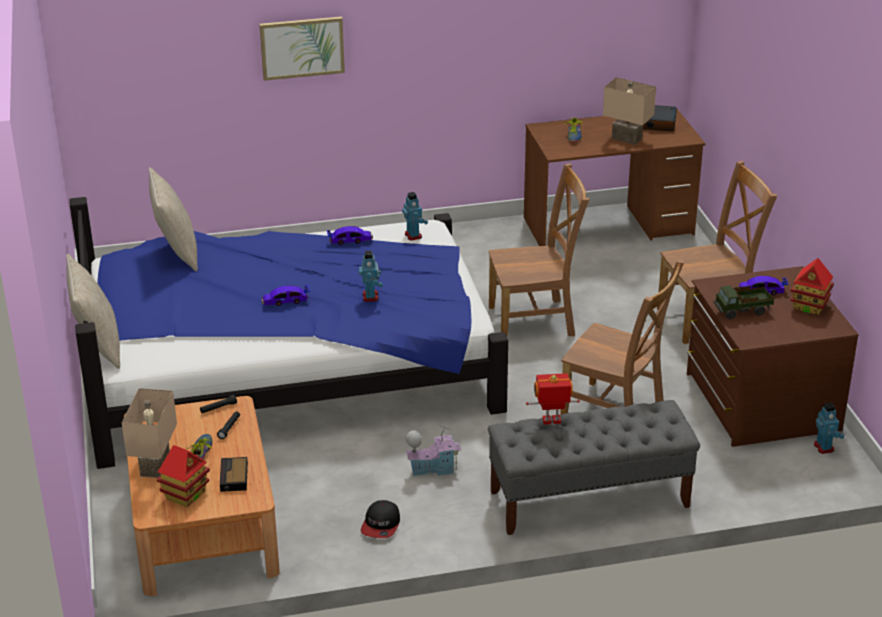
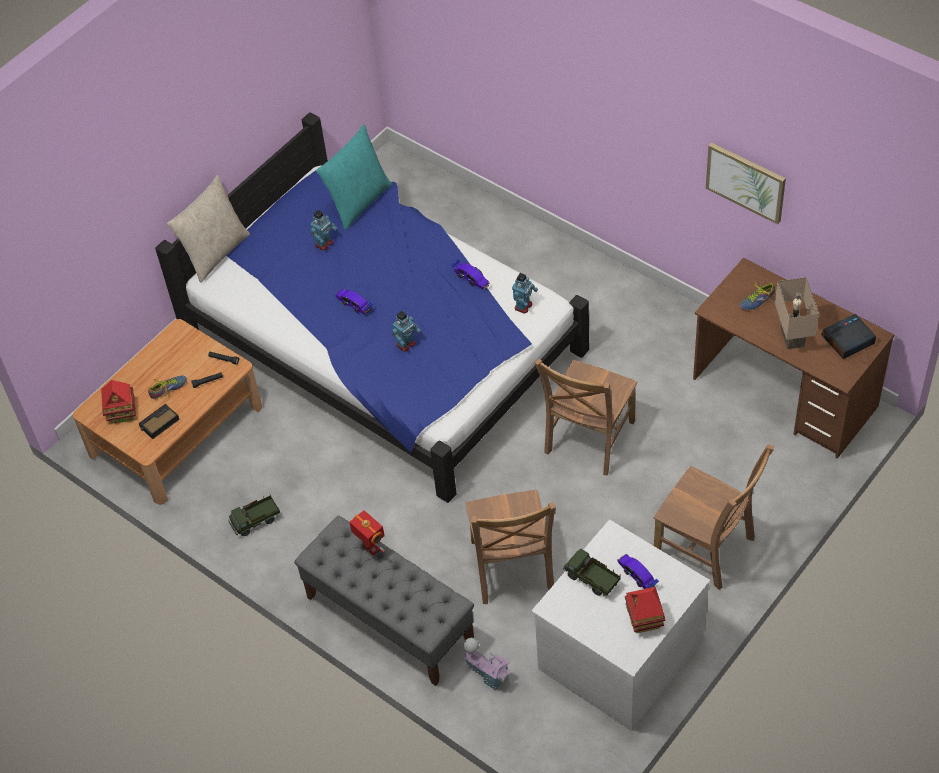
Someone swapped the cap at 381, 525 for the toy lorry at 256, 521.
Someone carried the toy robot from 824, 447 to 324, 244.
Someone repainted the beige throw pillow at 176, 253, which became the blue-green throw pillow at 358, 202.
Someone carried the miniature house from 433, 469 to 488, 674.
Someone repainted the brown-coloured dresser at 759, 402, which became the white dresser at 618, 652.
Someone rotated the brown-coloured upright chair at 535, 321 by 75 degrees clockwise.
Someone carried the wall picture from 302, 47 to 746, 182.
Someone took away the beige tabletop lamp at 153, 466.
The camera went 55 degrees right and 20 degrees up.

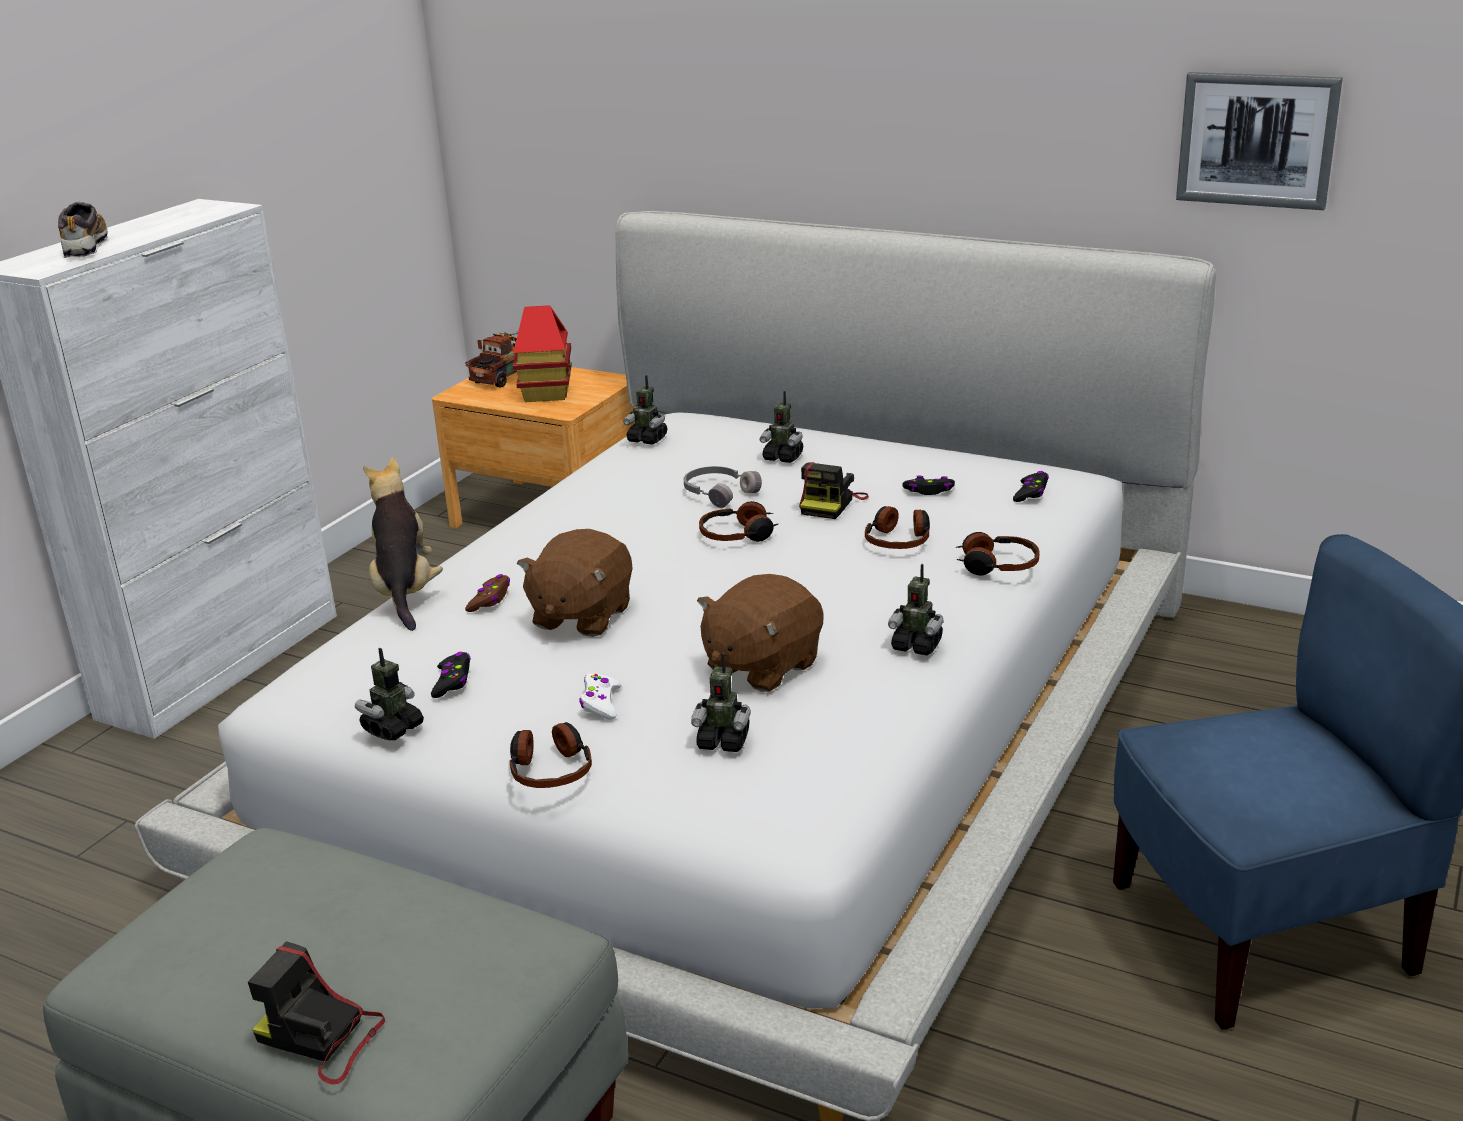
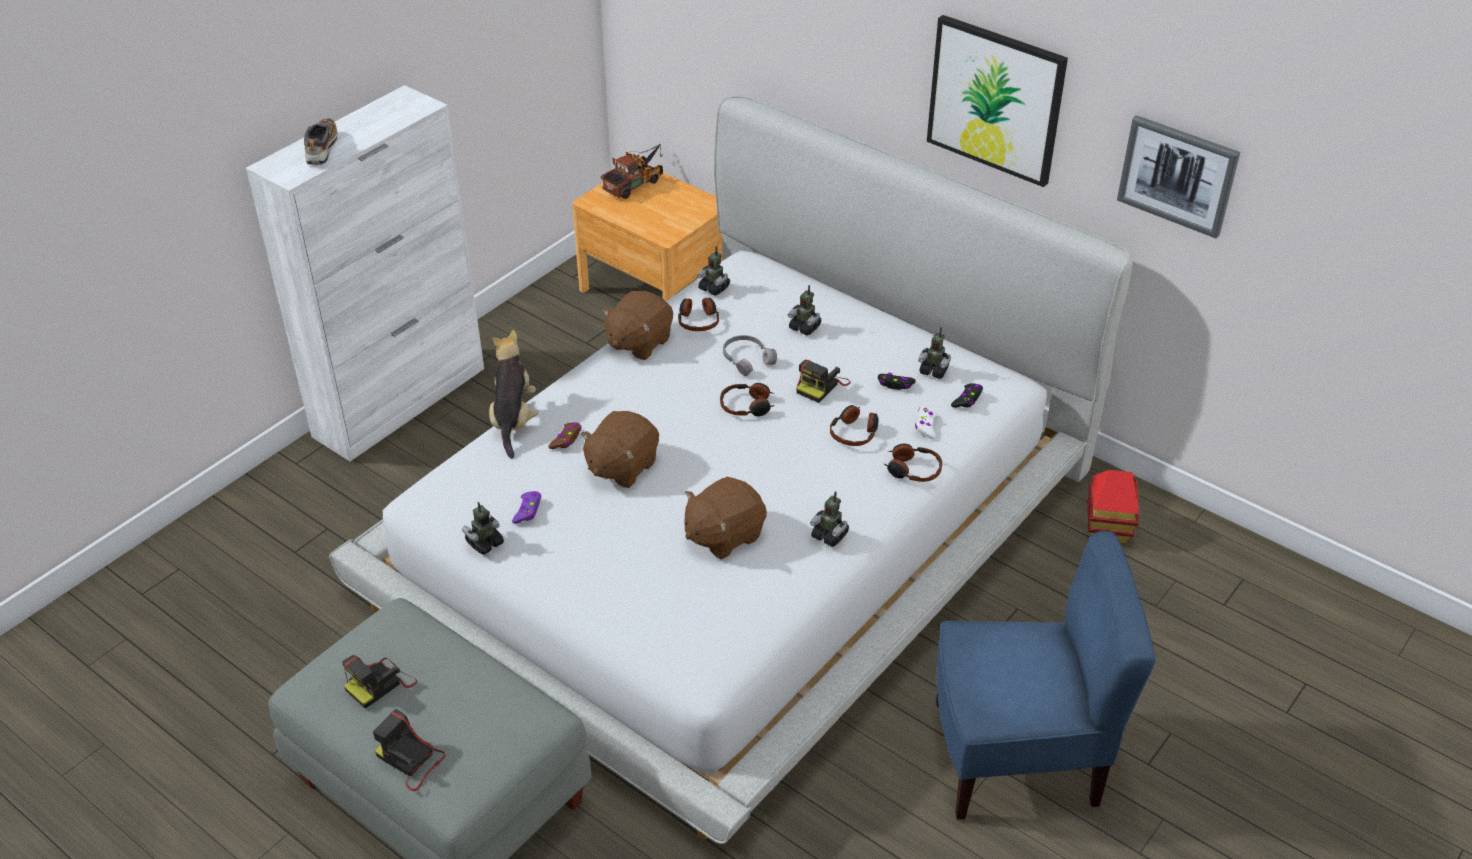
Someone put down the photo camera at 381, 684.
Someone repainted the black-coloured game controller at 452, 681, which became the purple-coloured game controller at 527, 510.
Someone put down the brown-coloured cuddly toy at 638, 342.
Someone carried the headset from 550, 769 to 698, 320.
Someone carried the white game controller from 601, 703 to 926, 426.
Someone carried the toy robot from 723, 741 to 934, 370.
Someone put up the wall picture at 996, 99.
Someone carried the miniature house from 546, 393 to 1107, 528.
The camera went 10 degrees right and 15 degrees up.

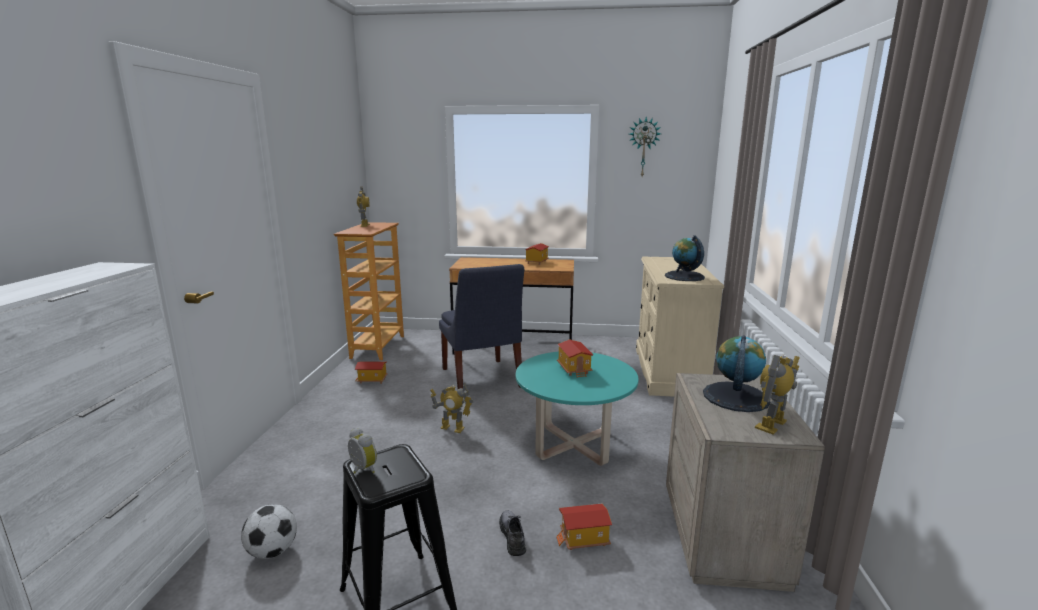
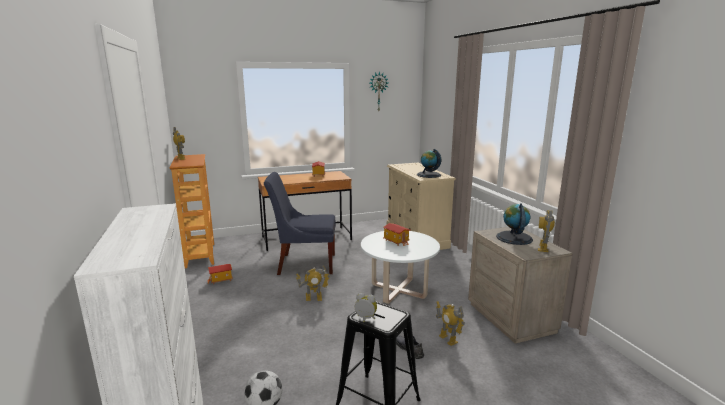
Someone rotated the blue upright chair at 481, 379 by 135 degrees clockwise.
Someone repainted the blue-green coffee table at 573, 444, which became the white coffee table at 398, 290.
Someone swapped the miniature house at 584, 540 for the toy robot at 448, 339.
The camera went 25 degrees left and 0 degrees up.

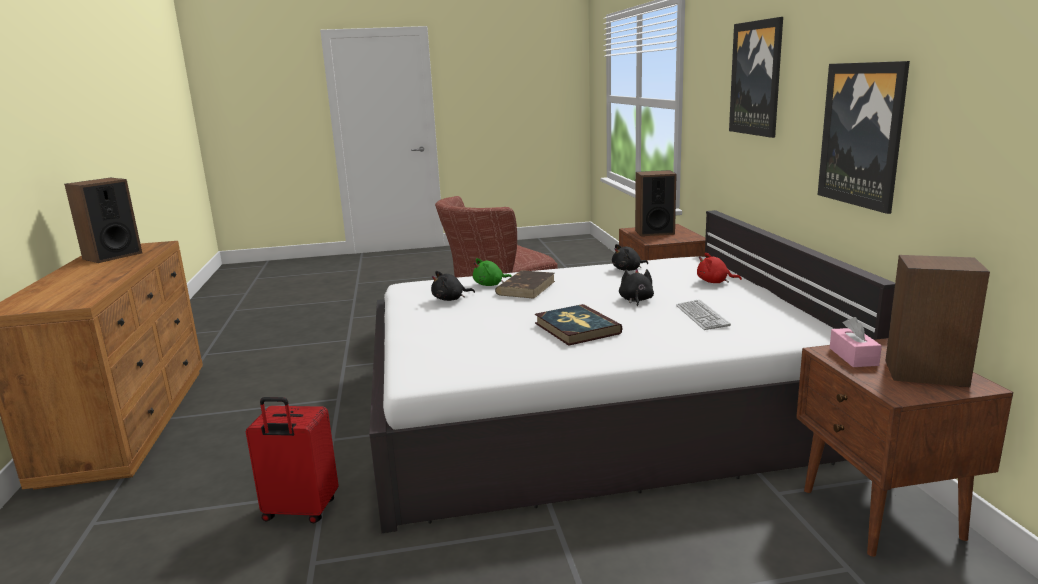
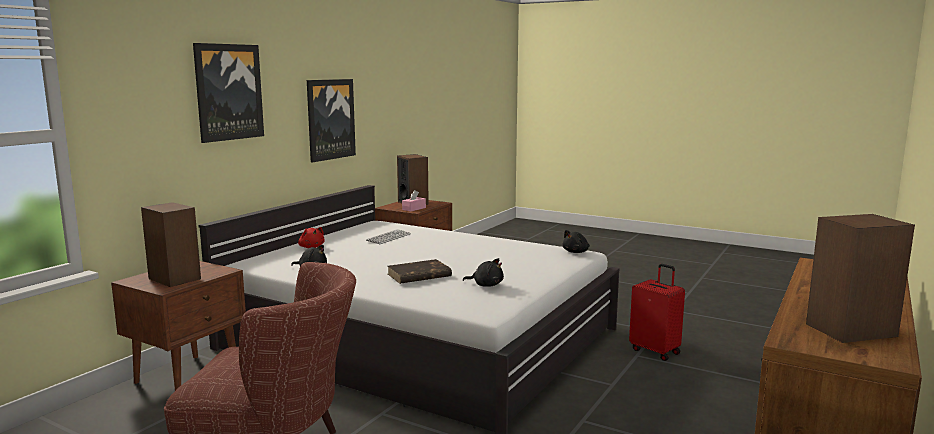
Someone carried the black-coloured cuddly toy from 636, 300 to 576, 252.
Someone took away the greenish cuddly toy at 490, 285.
Someone took away the volume at 576, 328.
The camera went 140 degrees left and 5 degrees down.

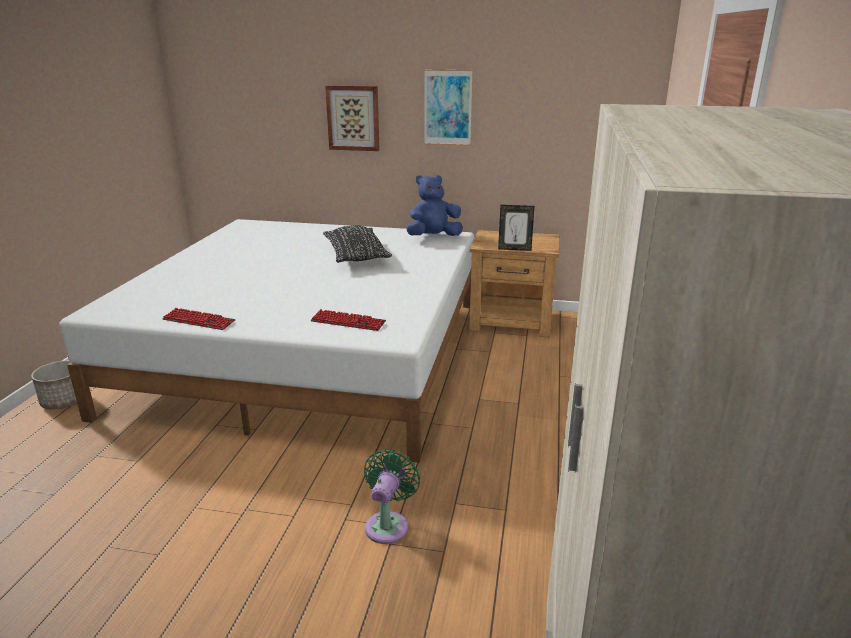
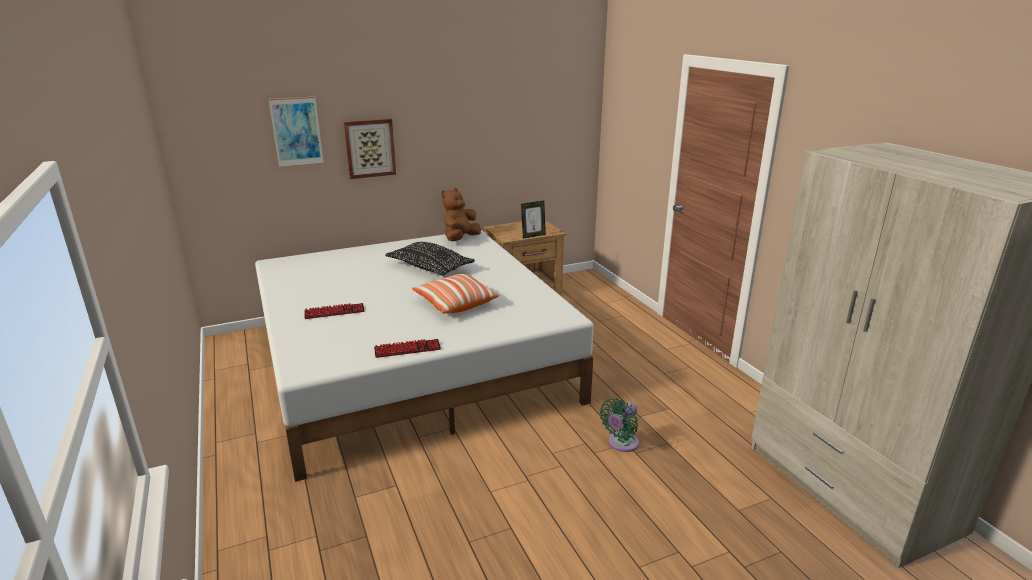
Someone carried the wall picture from 447, 108 to 296, 132.
Someone carried the PC keyboard from 348, 322 to 334, 312.
Someone put down the throw pillow at 455, 304.
Someone repainted the blue cuddly toy at 433, 237, which became the brown-coloured cuddly toy at 460, 239.
Someone rotated the greenish fan at 388, 524 by 120 degrees counterclockwise.
Someone took away the plant pot at 65, 401.
The camera went 35 degrees left and 0 degrees up.

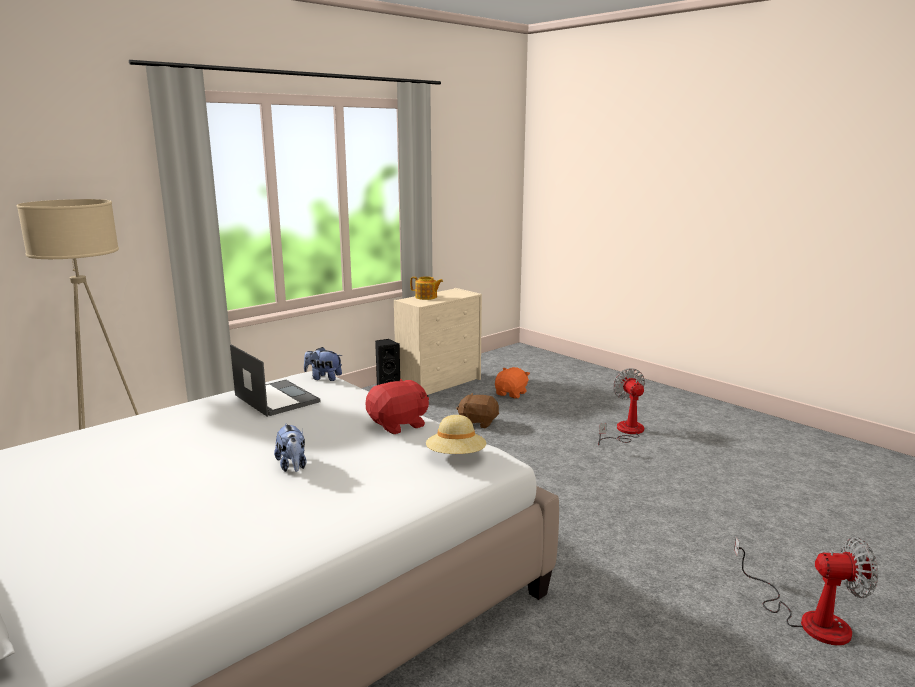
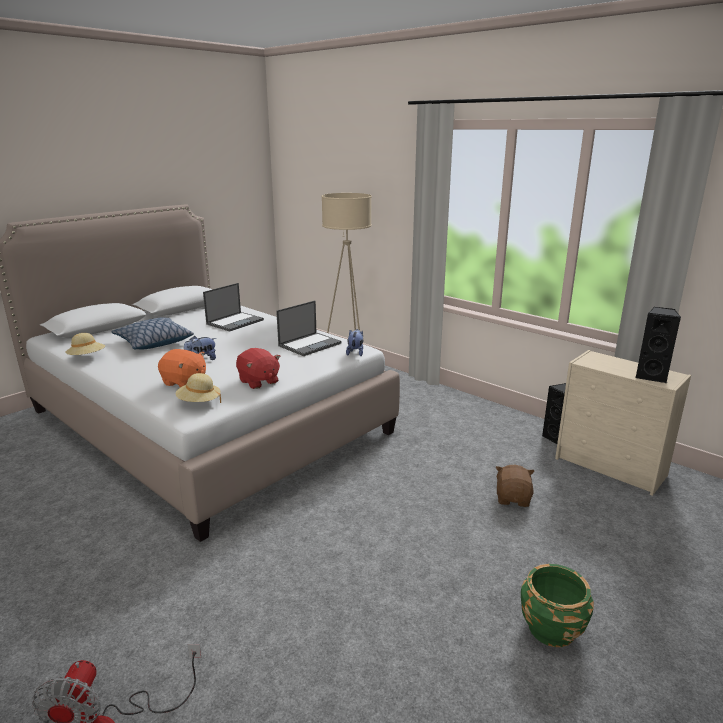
Someone put down the beige hat at 87, 357.
Someone put down the throw pillow at 153, 342.
Someone carried the orange-coloured cuddly toy from 511, 394 to 184, 382.
Someone put down the portable computer at 235, 322.
Someone swapped the fan at 625, 432 for the greenish plant pot at 551, 628.
Someone put down the black-coloured speaker at 651, 376.
Someone took away the teapot at 426, 297.
The camera went 85 degrees right and 5 degrees up.

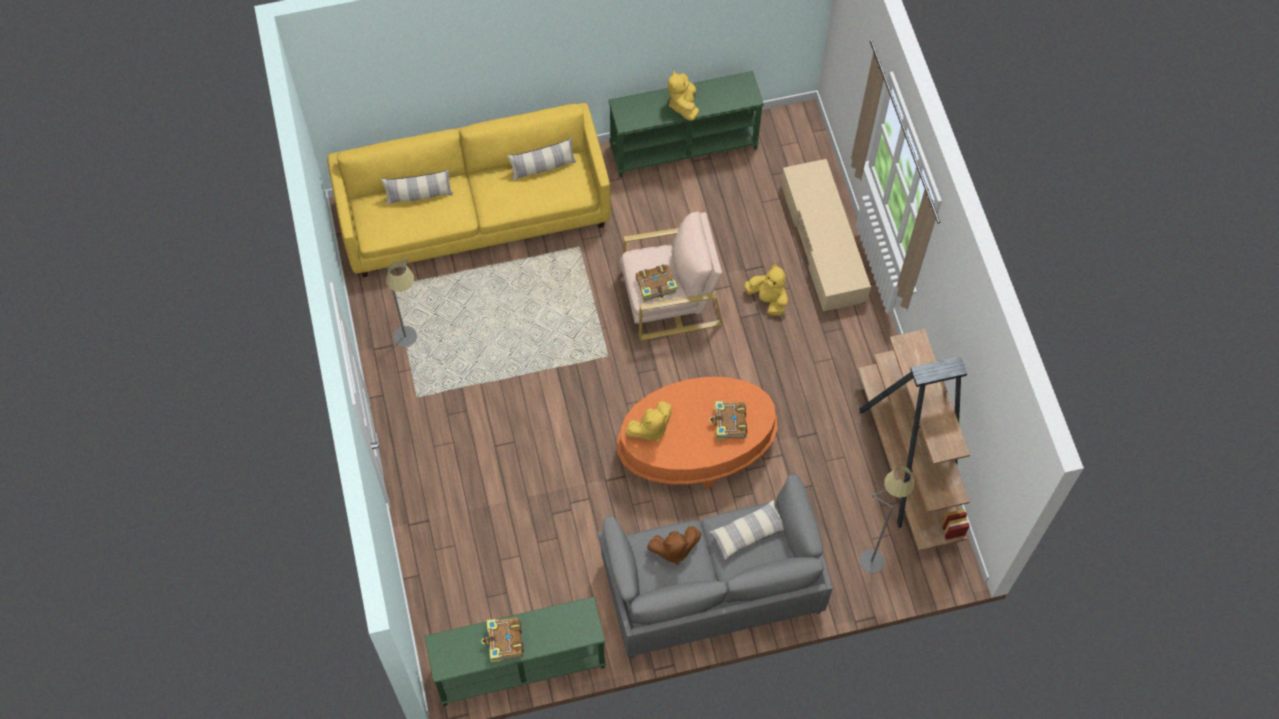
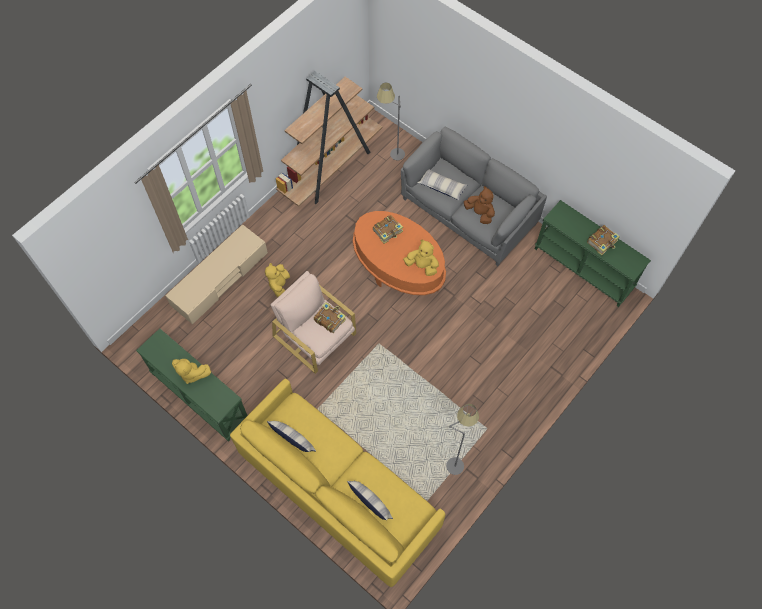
Someone rotated the yellow cuddly toy at 683, 105 by 60 degrees clockwise.
The camera went 125 degrees left and 0 degrees up.

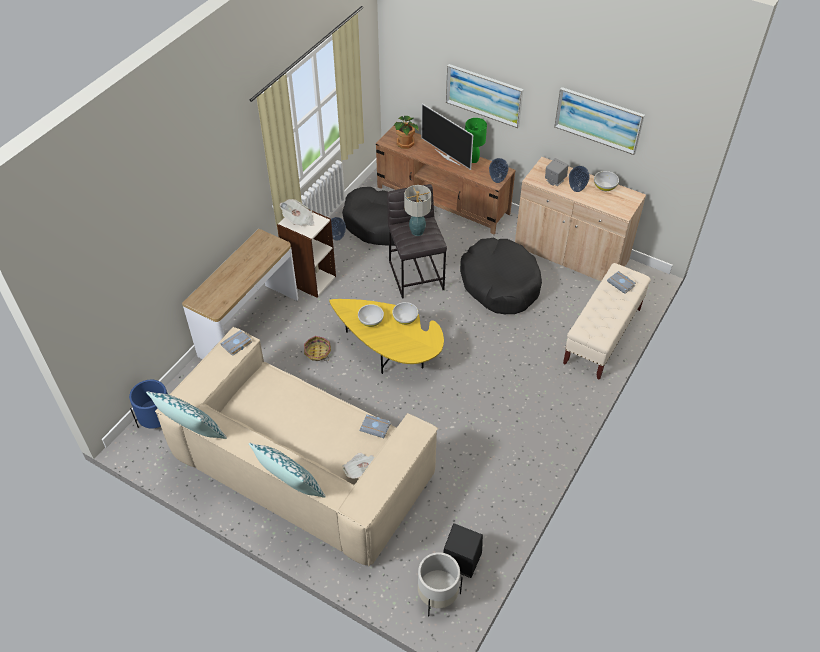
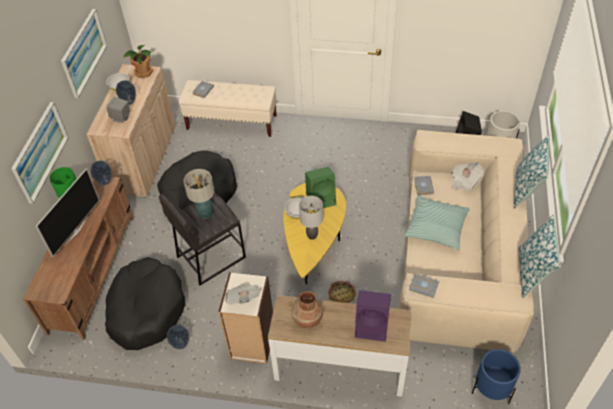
Someone carried the potted plant from 406, 143 to 143, 73.
Someone put down the brown-coloured vase at 307, 319.
Someone swapped the white bowl at 370, 321 for the gray tabletop lamp at 312, 236.
Someone put down the greenish speaker at 321, 198.
Someone put down the purple-coloured speaker at 373, 326.
Someone put down the throw pillow at 436, 227.
The camera went 110 degrees left and 0 degrees up.

